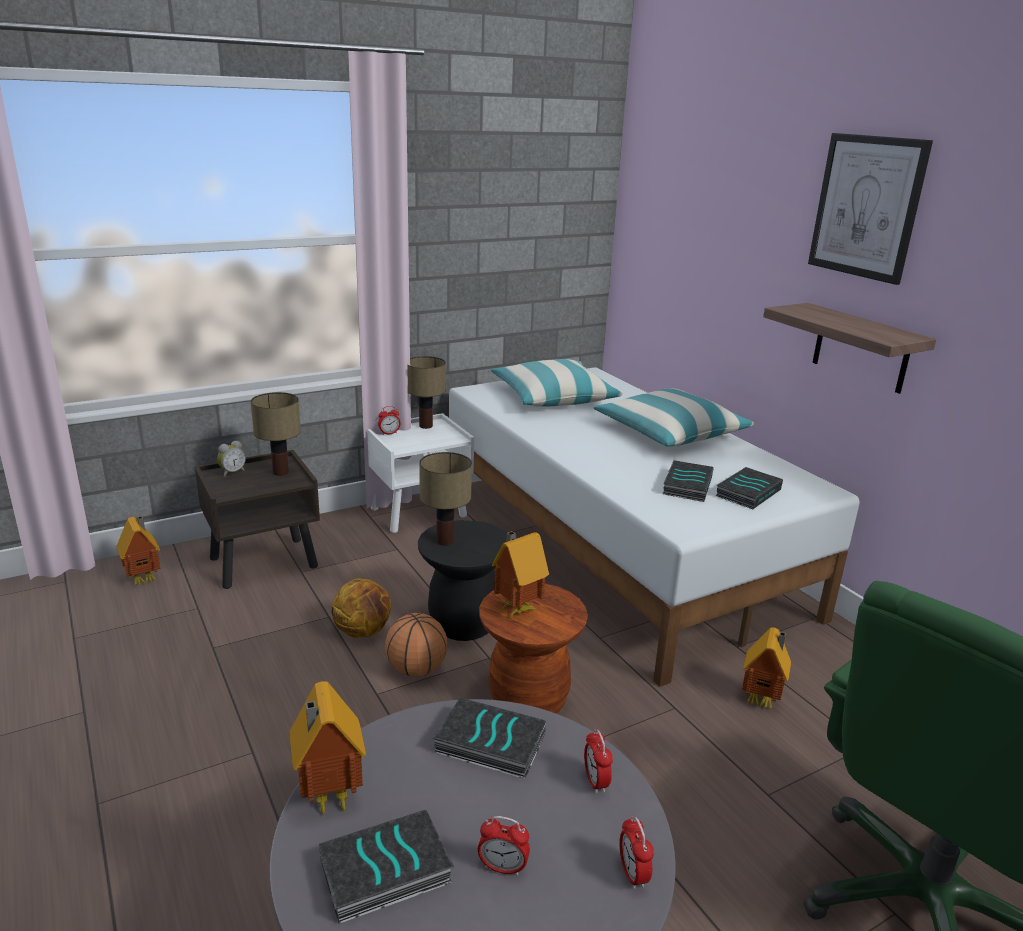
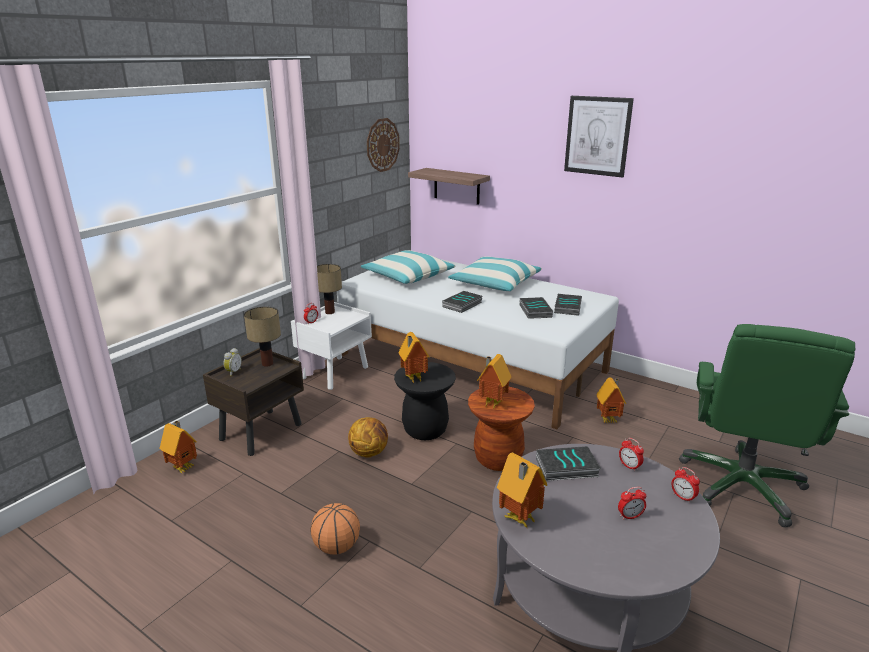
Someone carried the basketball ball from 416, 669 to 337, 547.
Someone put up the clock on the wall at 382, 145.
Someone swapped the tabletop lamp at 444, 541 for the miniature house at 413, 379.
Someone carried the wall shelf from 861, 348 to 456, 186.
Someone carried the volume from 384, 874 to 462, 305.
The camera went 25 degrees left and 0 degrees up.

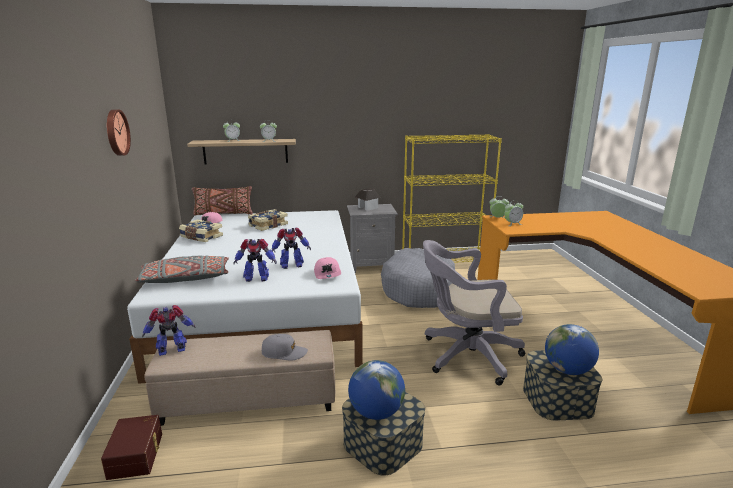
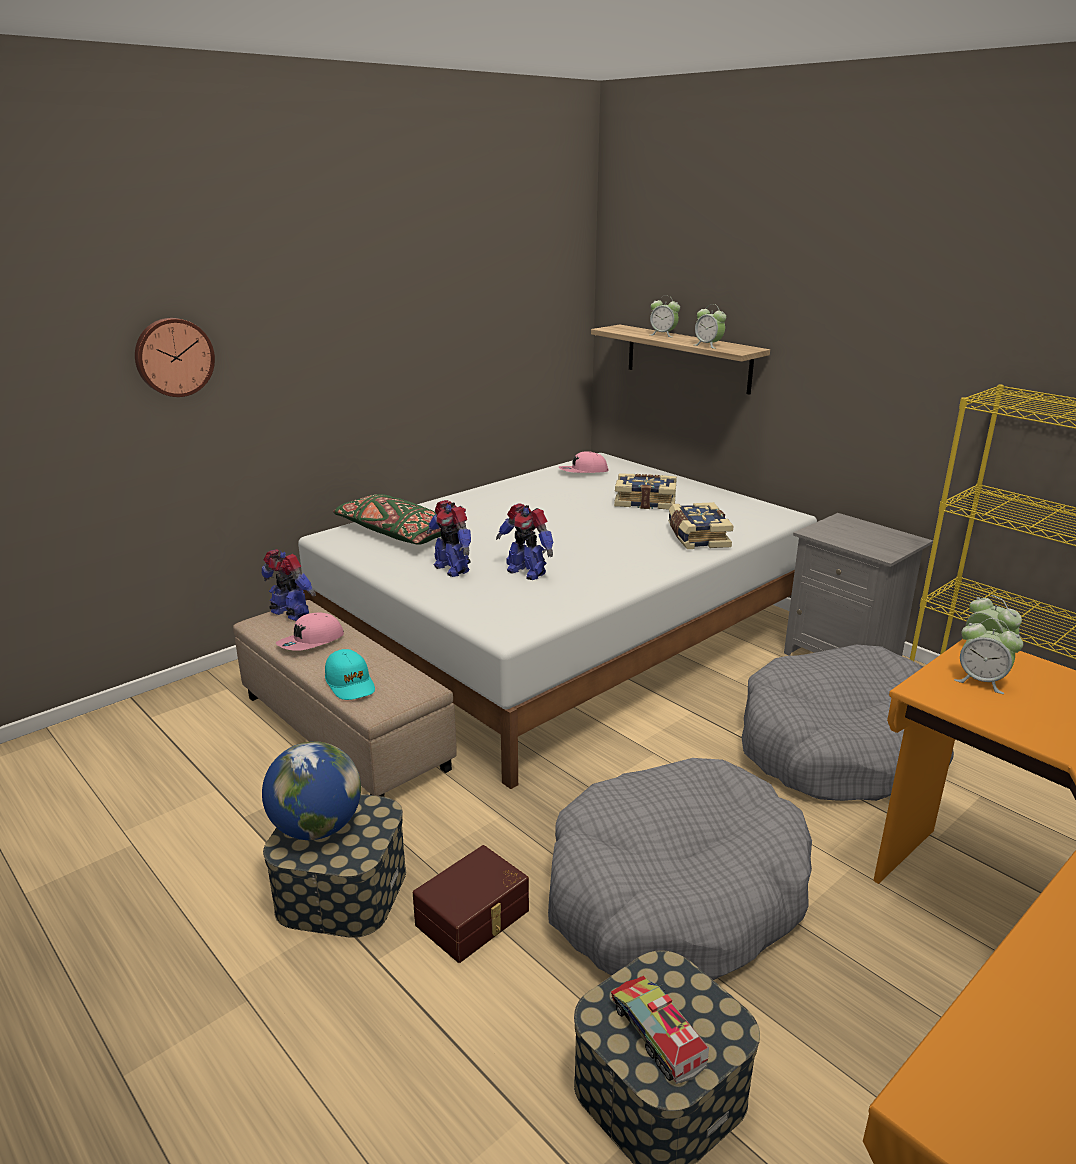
Someone carried the clock on the wall from 116, 132 to 173, 357.
Someone carried the pinkish cap from 328, 274 to 311, 642.
Someone repainted the gray cap at 284, 353, which became the blue-green cap at 350, 683.
Someone repainted the gray throw pillow at 185, 278, which became the greenish throw pillow at 396, 533.
Someone carried the brown-coloured storage bin from 137, 455 to 474, 919.
Someone swapped the gray desk chair at 466, 355 for the gray pet bed at 674, 895.
Someone swapped the desk globe at 567, 370 for the toy lorry at 657, 1034.
Someone carried the volume from 201, 237 to 697, 537.
Someone took away the brown-coloured throw pillow at 223, 214.
Someone took away the miniature house at 367, 207.
The camera went 55 degrees right and 5 degrees up.

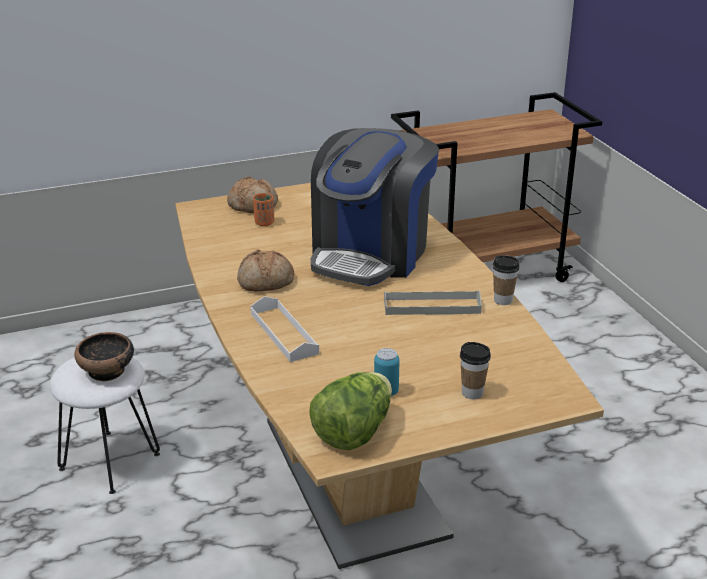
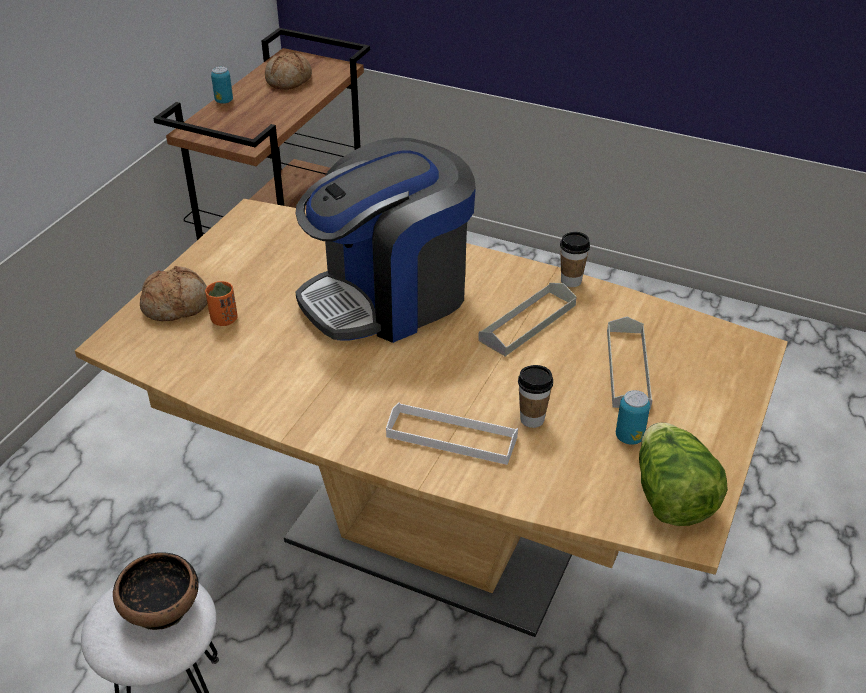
Someone put down the can at 224, 101.
Someone carried the bakery bread from 265, 282 to 289, 81.
Someone rotated the coffee machine at 371, 254 by 75 degrees clockwise.
Someone carried the small cup from 472, 393 to 532, 419.
Someone put down the gray serving tray at 627, 368.
The camera went 45 degrees left and 10 degrees up.

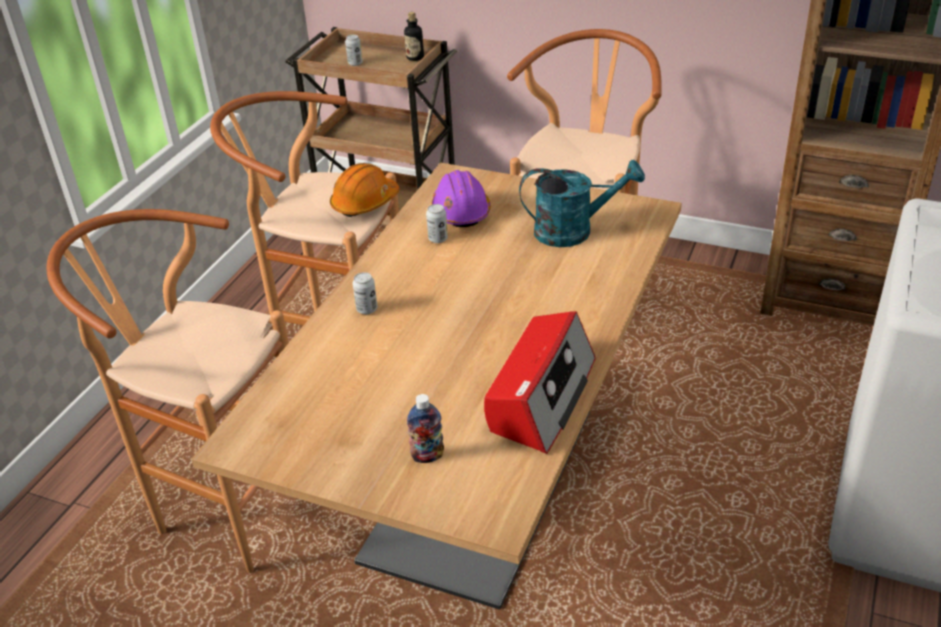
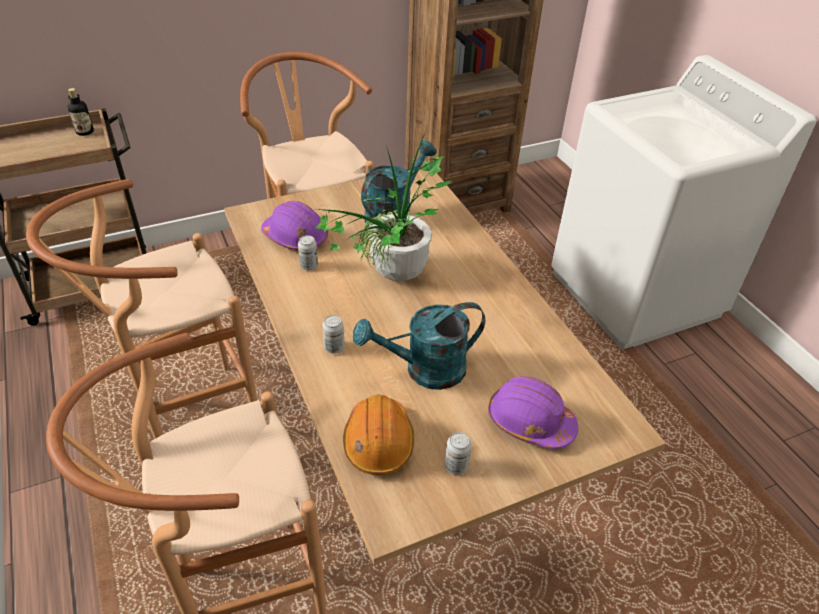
Someone put down the potted plant at 393, 279.
Someone carried the orange-coloured hard hat from 365, 203 to 378, 442.
Someone put down the blue-green watering pot at 424, 370.
Someone carried the can from 355, 63 to 456, 466.
Someone swapped the drink bottle at 427, 456 for the purple-coloured hard hat at 529, 422.
Someone took away the radio set at 541, 396.
The camera went 50 degrees left and 5 degrees up.

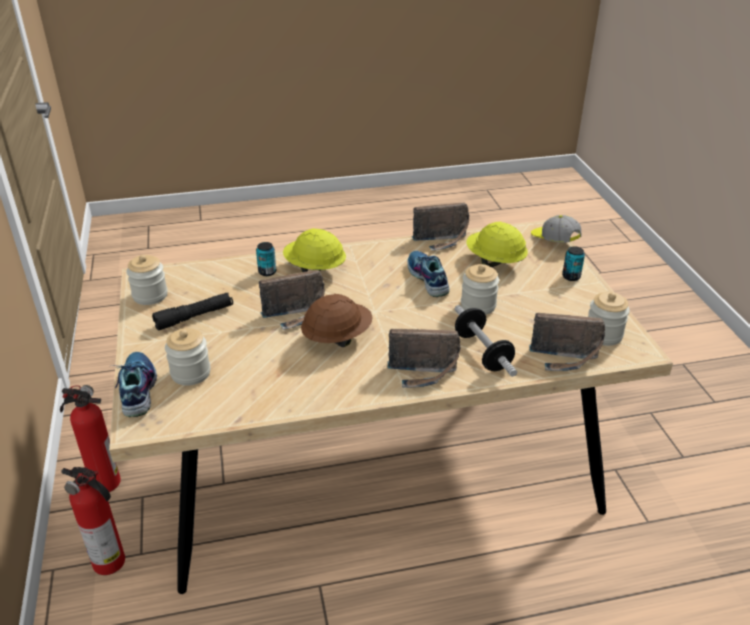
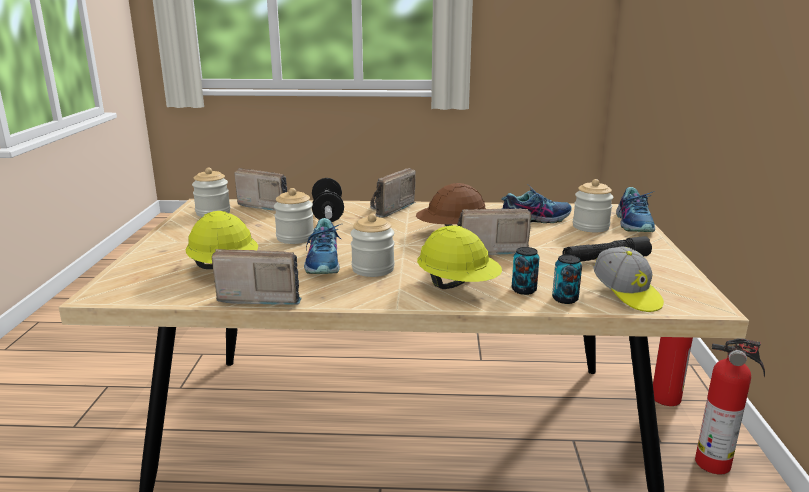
Someone carried the preserve jar from 150, 295 to 373, 269.
Someone rotated the radio set at 424, 374 by 75 degrees counterclockwise.
Someone put down the low shoe at 535, 219.
Someone carried the can from 571, 276 to 565, 299.
Someone carried the cap from 554, 240 to 627, 294.
The camera went 165 degrees left and 15 degrees down.

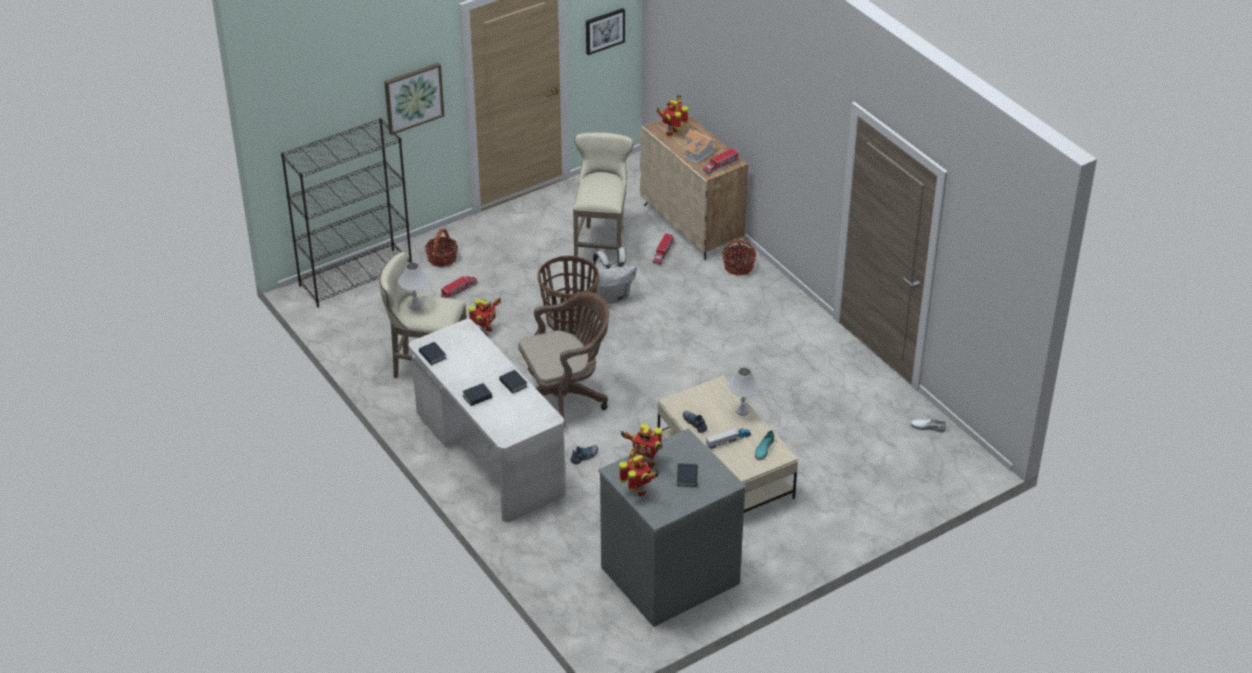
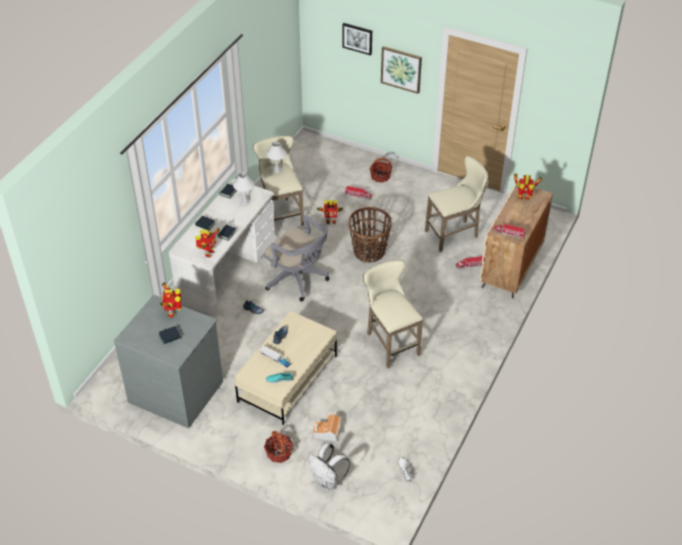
Someone carried the toy robot from 637, 491 to 208, 253.
Someone carried the white tabletop lamp from 742, 411 to 245, 201.
Someone repainted the brown-coloured desk chair at 565, 398, which became the gray desk chair at 298, 280.
Someone carried the storage basket from 738, 267 to 279, 453.
Someone carried the white backpack from 613, 297 to 328, 481.
Someone carried the miniature house from 698, 153 to 327, 433.
Someone carried the wall picture from 604, 30 to 357, 38.
Someone put down the beige stool seat at 390, 342.
Someone took away the black-coloured shelving unit at 356, 277.
The camera went 60 degrees right and 5 degrees up.

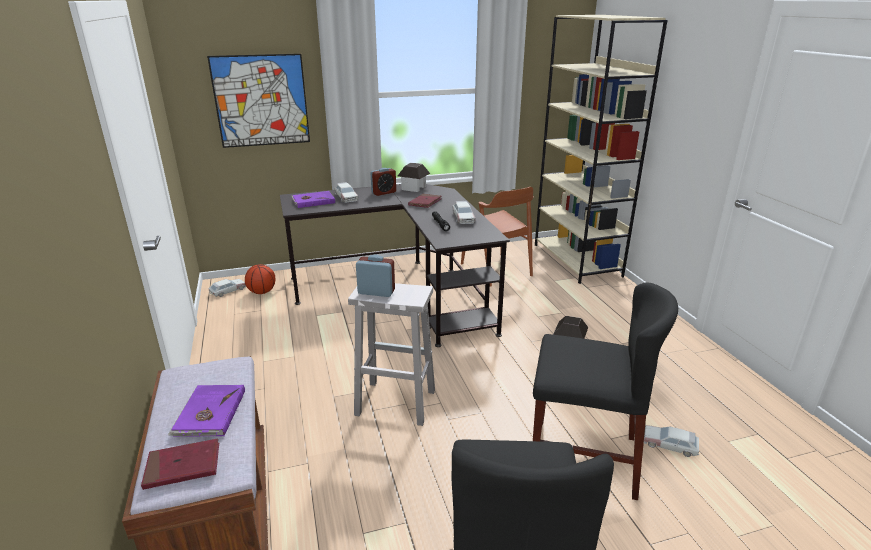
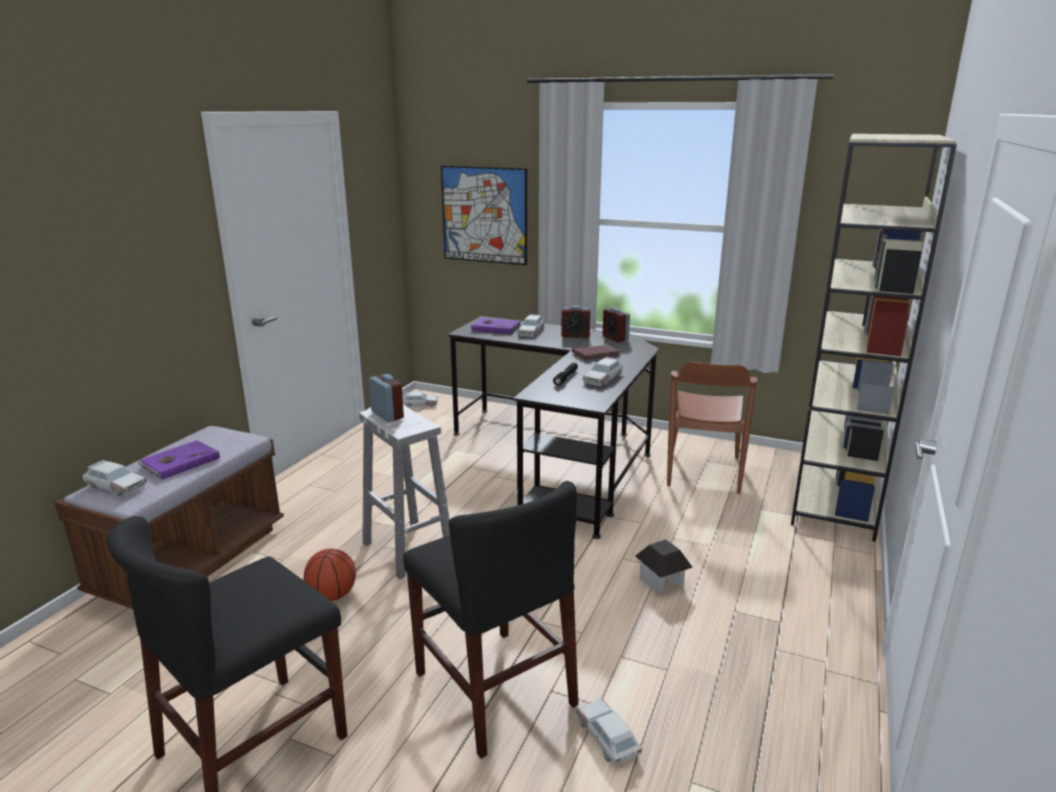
Someone swapped the red-coloured volume at 183, 466 for the miniature car at 115, 486.
Someone carried the basketball ball from 262, 292 to 332, 596.
Someone swapped the miniature house at 414, 188 for the table clock at 615, 338.
The camera went 40 degrees right and 5 degrees down.

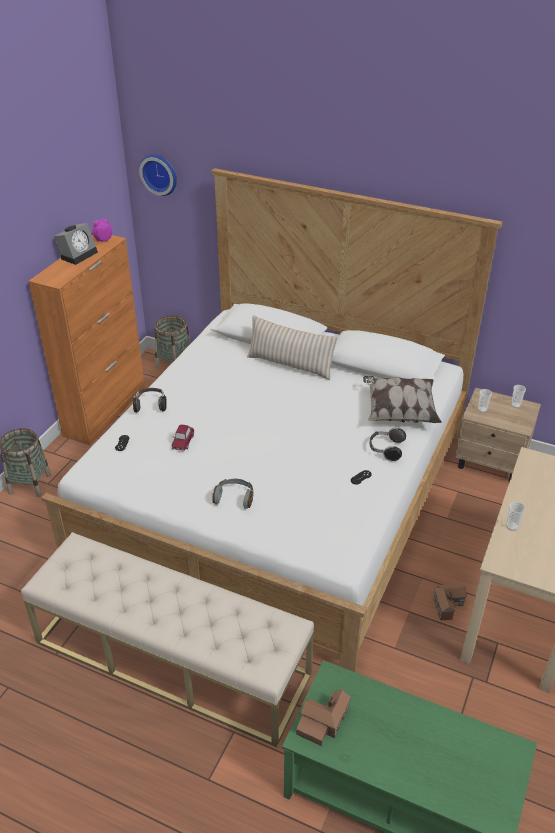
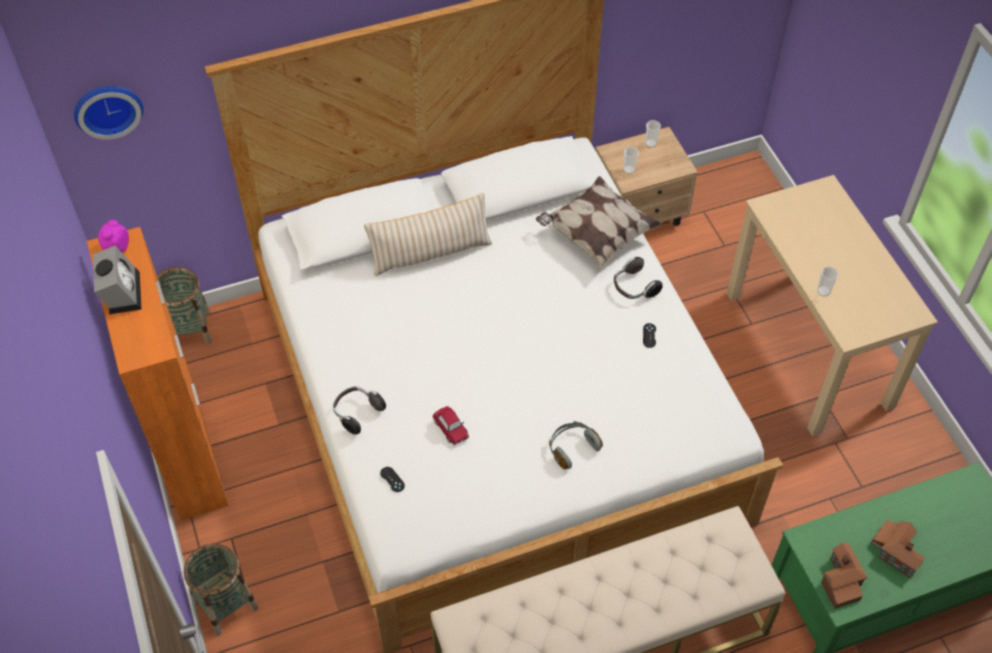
Someone carried the miniature house from 448, 604 to 896, 551.
The camera went 45 degrees left and 15 degrees up.

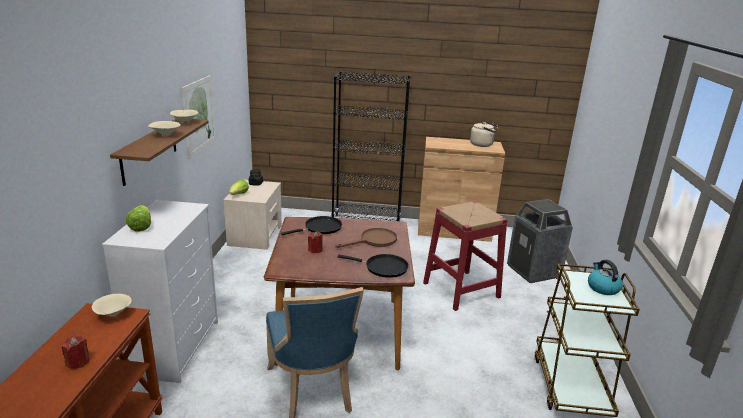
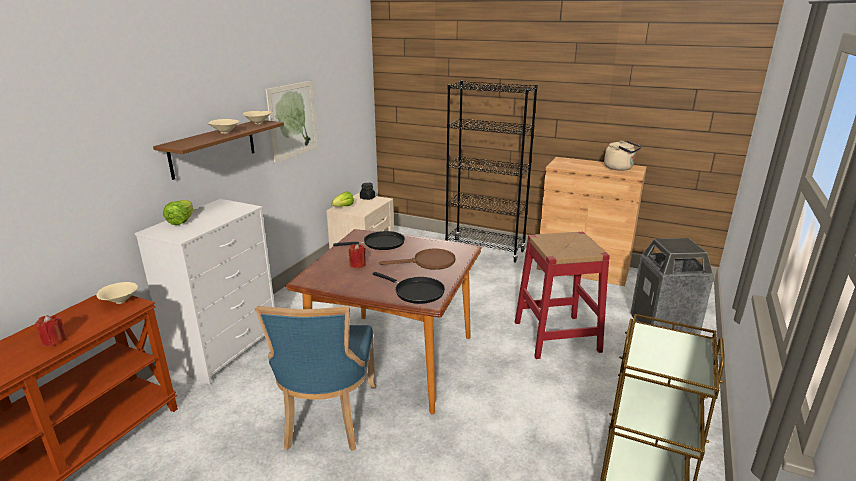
Someone took away the water kettle at 602, 288.
The camera went 20 degrees right and 0 degrees up.

